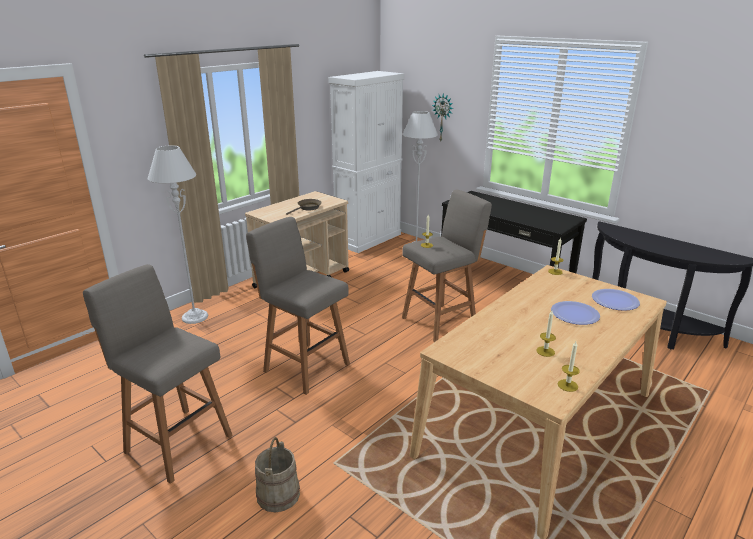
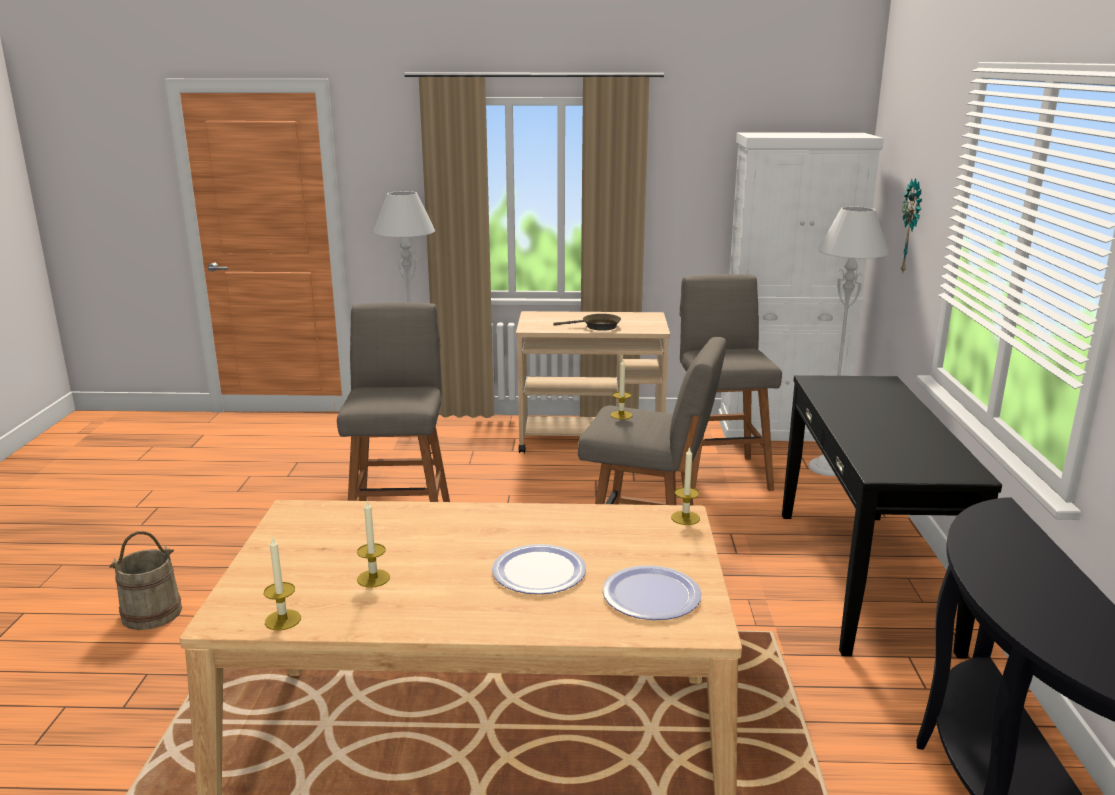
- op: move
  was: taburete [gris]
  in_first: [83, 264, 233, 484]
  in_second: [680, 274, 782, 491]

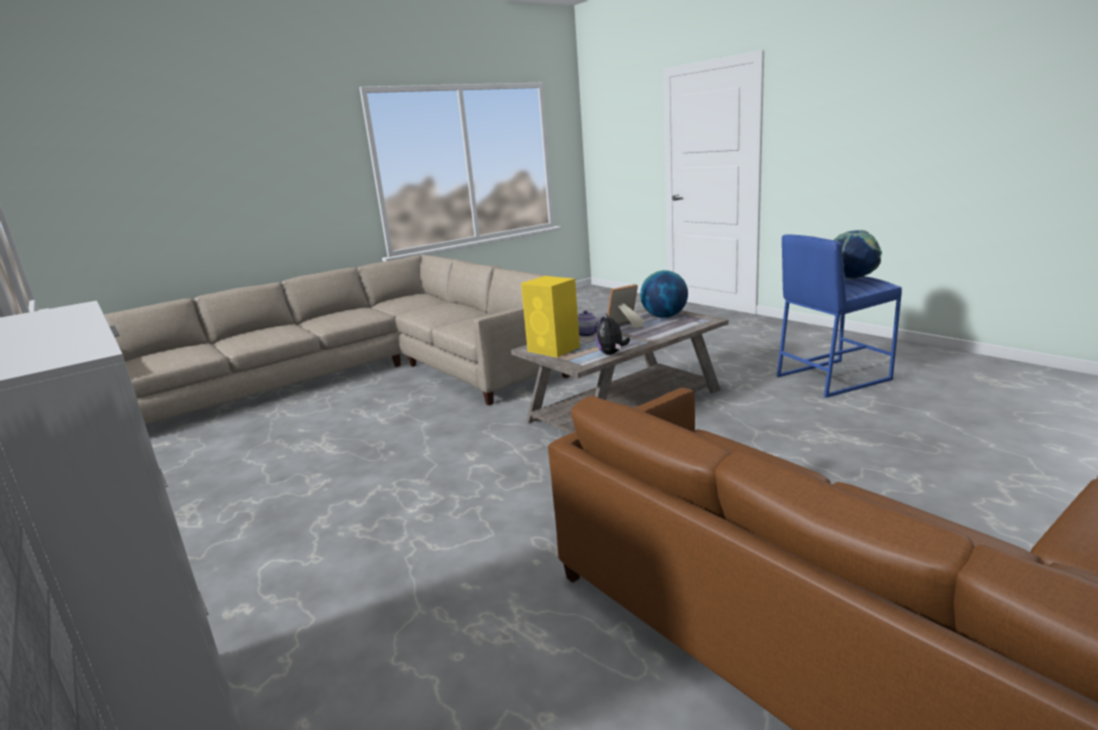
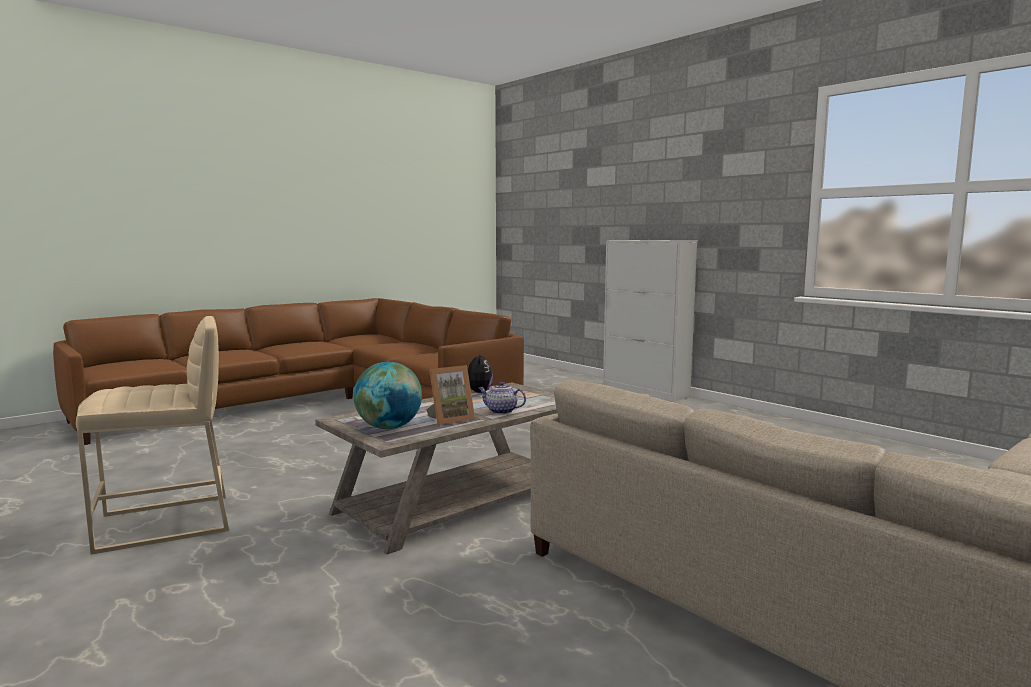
- op: delete
  was: altavoz [amarillo]
  in_first: [521, 276, 580, 357]
- op: recolor
  was: taburete [azul]
  now: taburete [beis]
  in_first: [777, 234, 902, 398]
  in_second: [76, 316, 229, 554]
- op: delete
  was: globo terráqueo
  in_first: [834, 230, 882, 279]

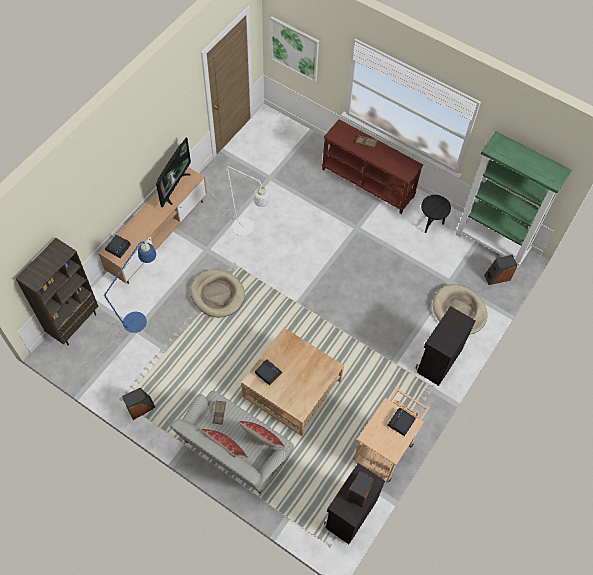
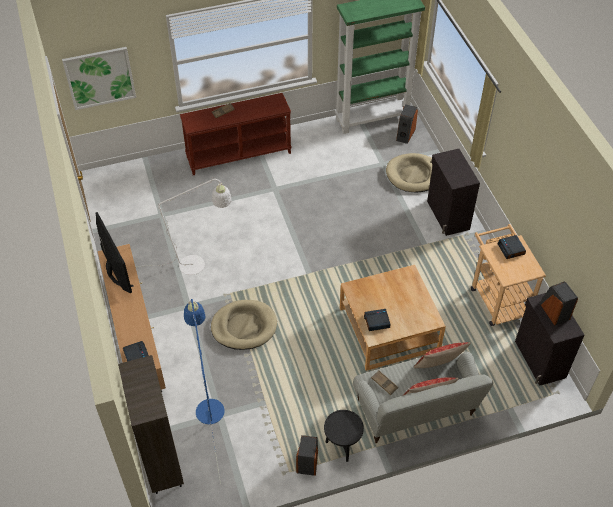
- op: move
  was: mesa auxiliar [negro]
  in_first: [421, 195, 451, 233]
  in_second: [324, 410, 364, 462]

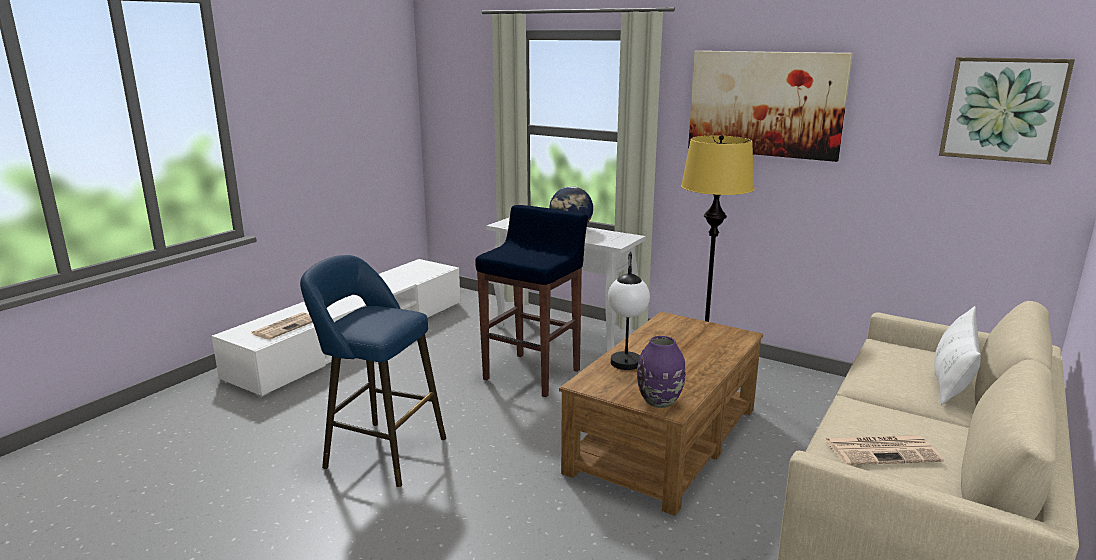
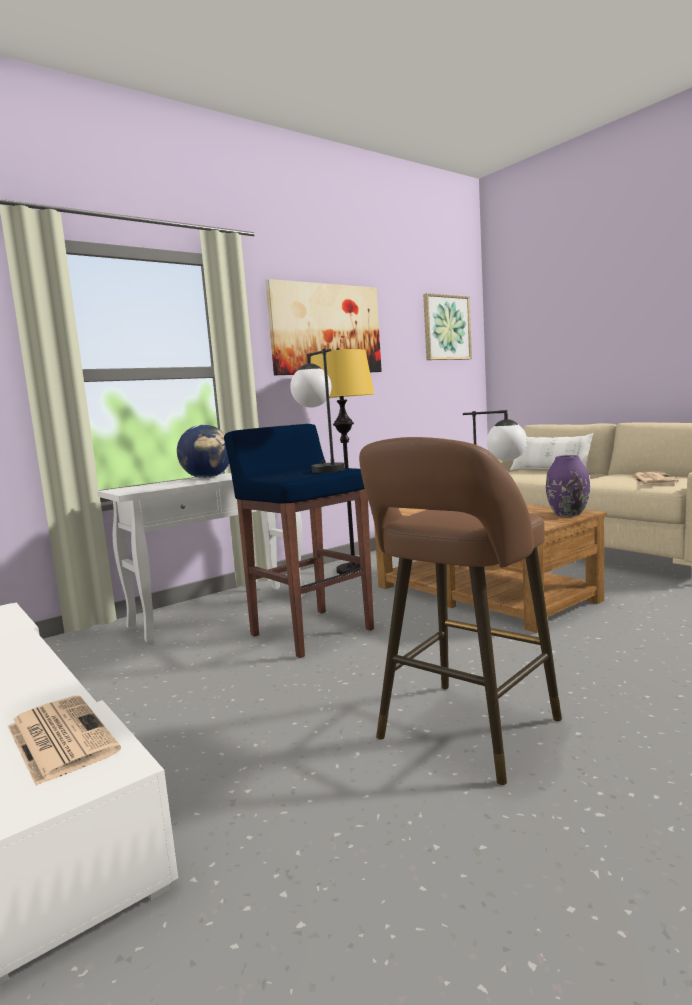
- op: recolor
  was: taburete [azul]
  now: taburete [marrón]
  in_first: [300, 255, 446, 487]
  in_second: [359, 437, 562, 785]
- op: insert
  now: lámpara de mesa
  in_second: [290, 349, 345, 473]

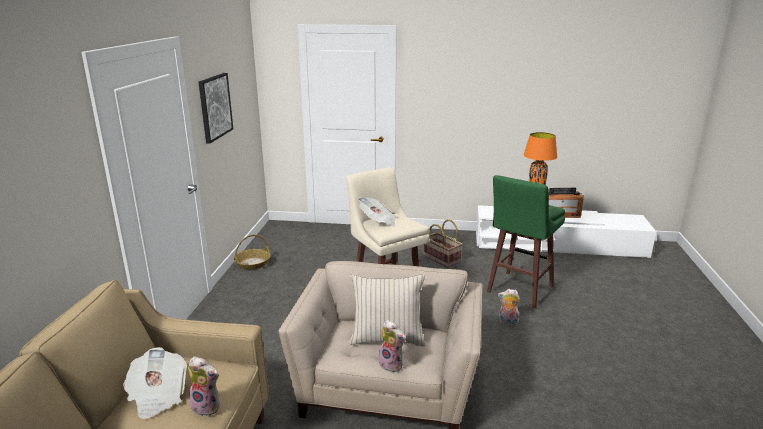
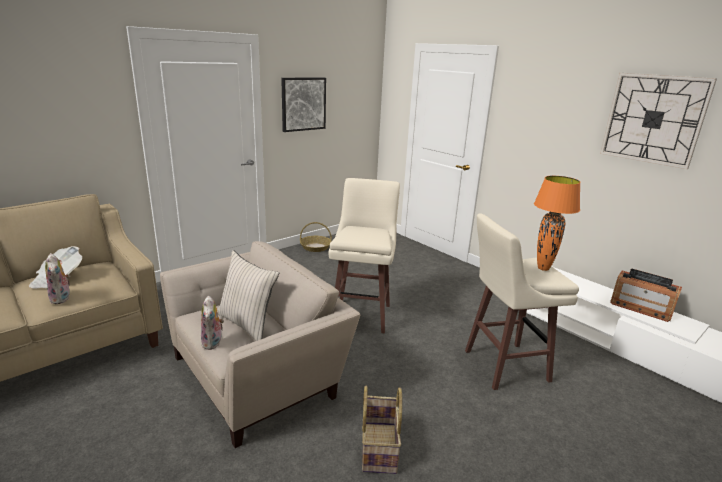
- op: delete
  was: periódico
  in_first: [358, 197, 396, 227]
- op: move
  was: cesta
  in_first: [423, 219, 463, 268]
  in_second: [362, 386, 402, 474]
- op: recolor
  was: taburete [verde]
  now: taburete [beis]
  in_first: [487, 175, 565, 308]
  in_second: [465, 213, 579, 390]
- op: delete
  was: peluche
  in_first: [498, 289, 520, 325]
- op: insert
  now: reloj de pared
  in_second: [600, 73, 717, 169]

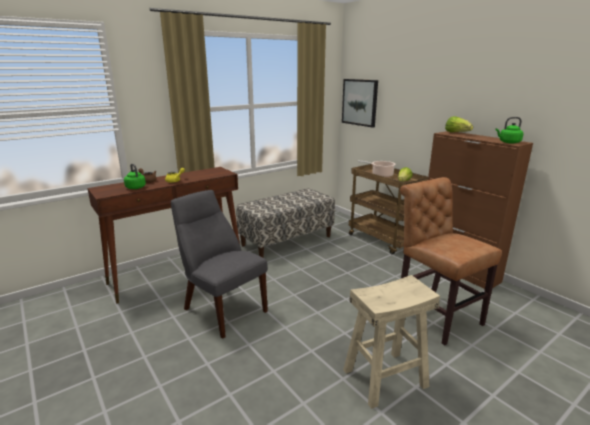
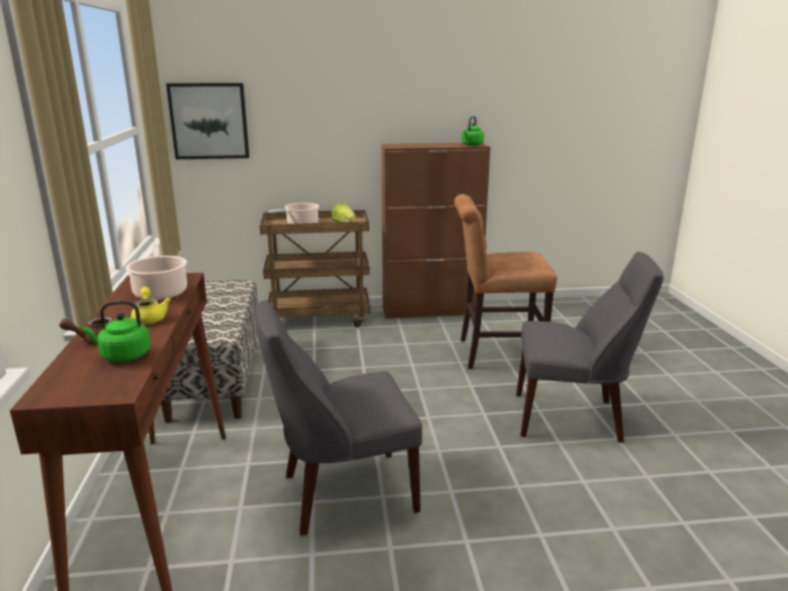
- op: replace
  was: taburete [beis]
  now: silla [gris]
  in_first: [343, 275, 440, 409]
  in_second: [516, 252, 664, 443]
- op: delete
  was: lechuga
  in_first: [445, 116, 473, 132]
- op: insert
  now: olla
  in_second: [125, 244, 187, 300]

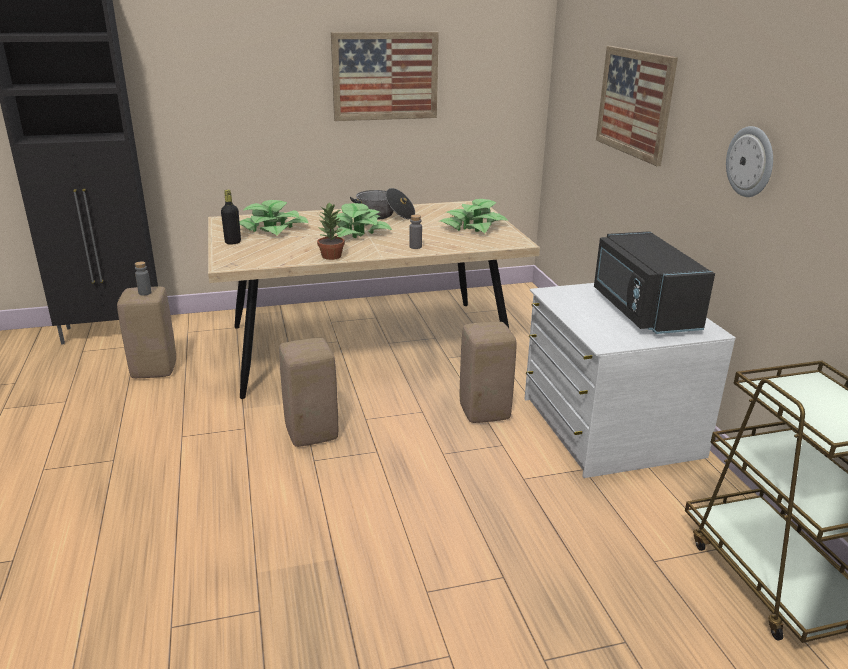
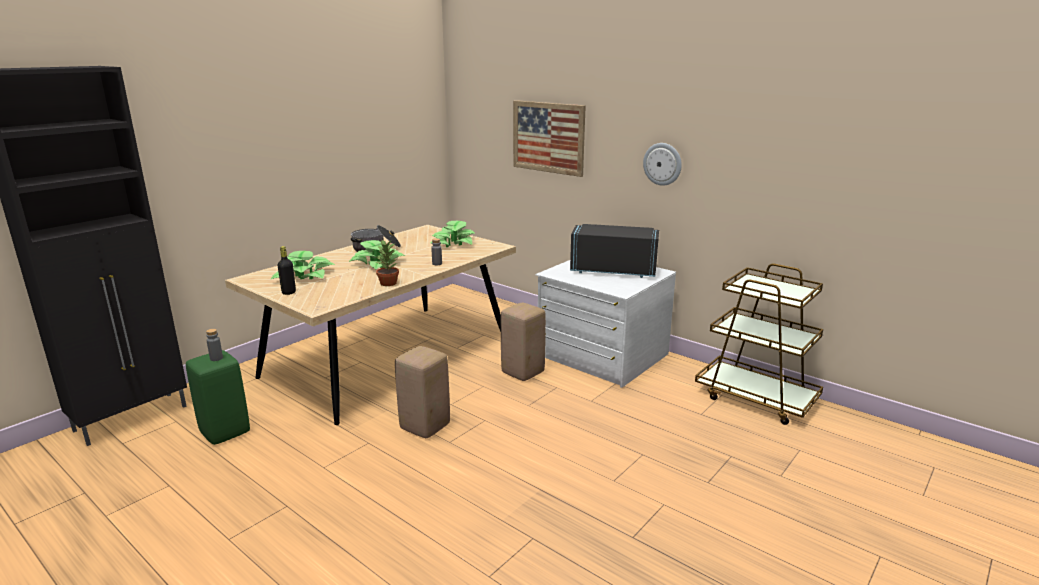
- op: recolor
  was: taburete [beis]
  now: taburete [verde]
  in_first: [117, 287, 176, 378]
  in_second: [186, 350, 250, 445]
- op: delete
  was: cuadro
  in_first: [331, 32, 439, 121]
- op: rotate
  was: microondas [negro]
  in_first: [594, 231, 715, 334]
  in_second: [570, 224, 659, 278]
  clockwise: 150

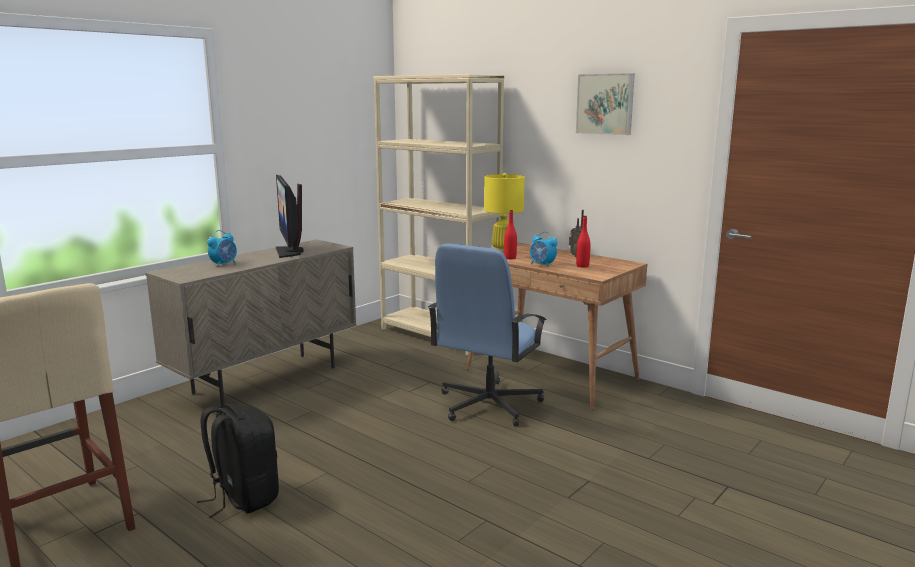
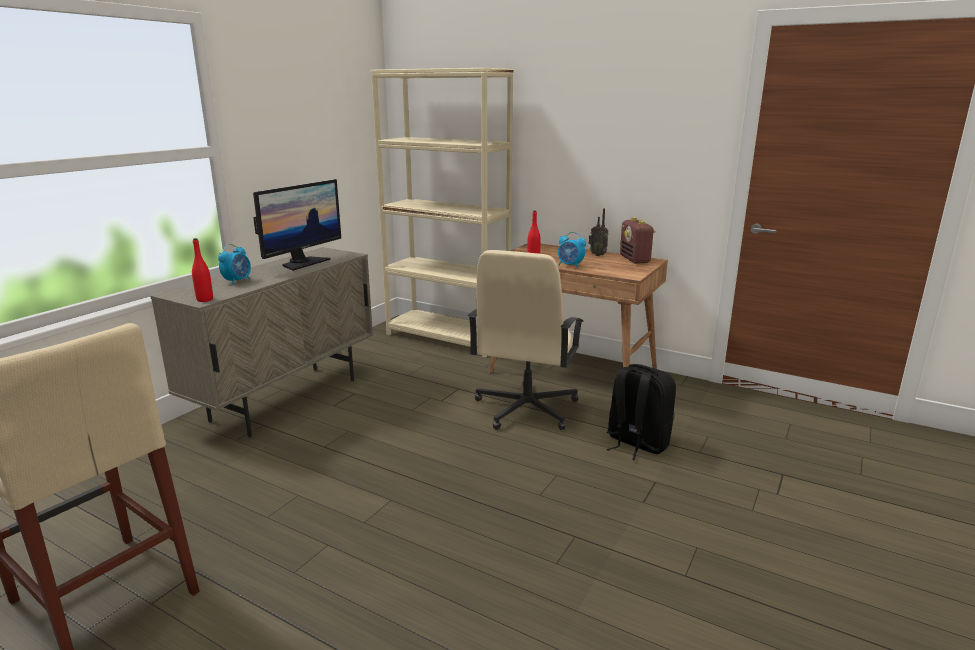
- op: move
  was: mochila [negro]
  in_first: [197, 404, 279, 518]
  in_second: [607, 364, 676, 461]
- op: rotate
  was: monitor
  in_first: [276, 175, 303, 258]
  in_second: [253, 179, 341, 271]
  clockwise: -120
- op: recolor
  was: silla de oficina [azul]
  now: silla de oficina [beis]
  in_first: [428, 243, 547, 426]
  in_second: [468, 250, 584, 430]
- op: delete
  was: lámpara de mesa [amarillo]
  in_first: [484, 173, 525, 253]
- op: delete
  was: cuadro
  in_first: [576, 73, 635, 135]
- op: move
  was: botella [rojo]
  in_first: [576, 216, 591, 268]
  in_second: [192, 238, 213, 302]
- op: insert
  now: radio
  in_second: [620, 217, 656, 264]

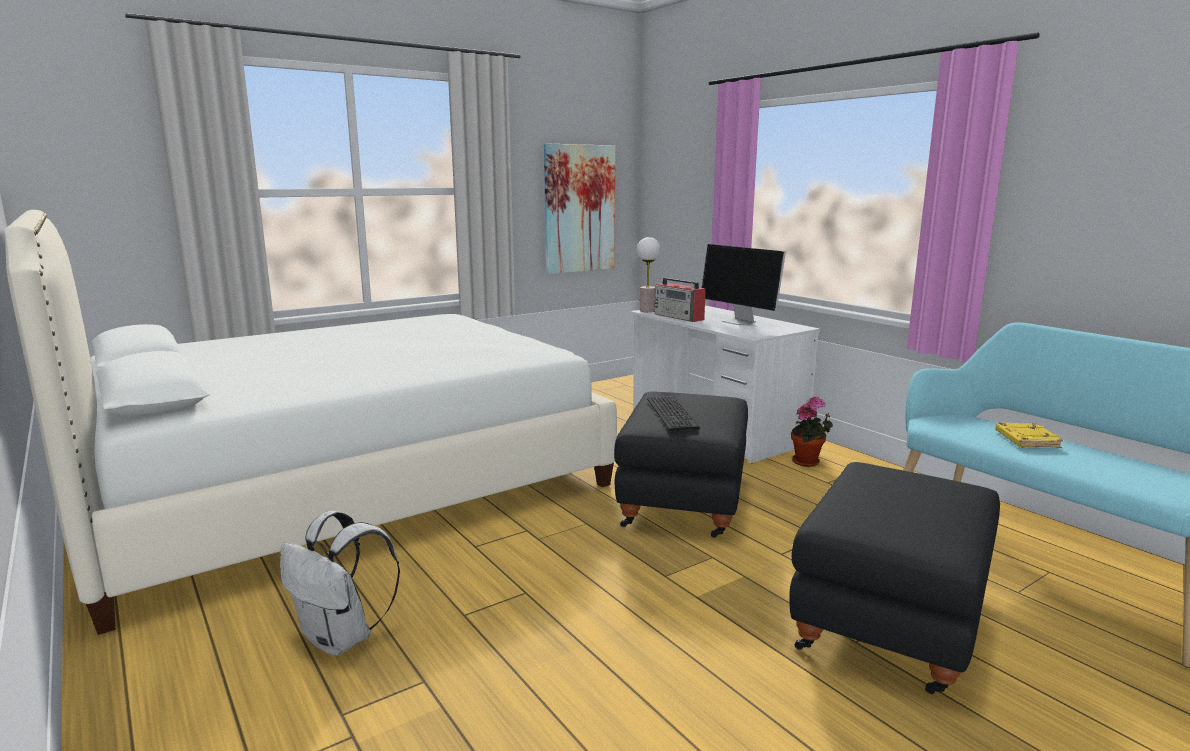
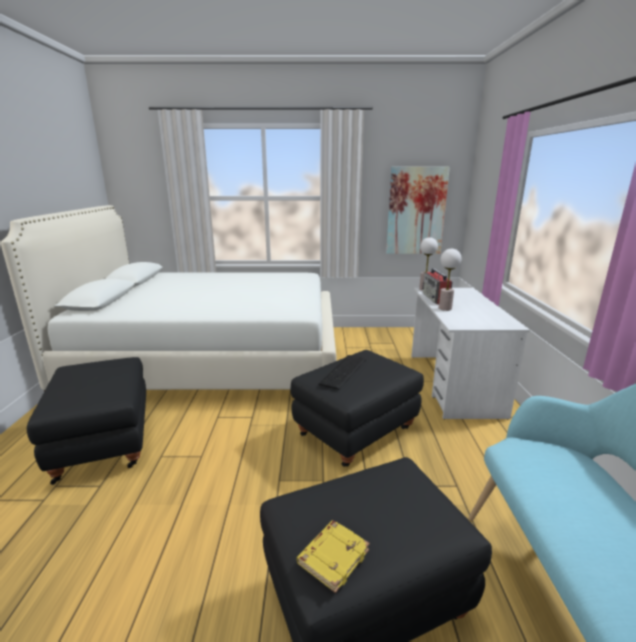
- op: replace
  was: mochila [blanco]
  now: puf [negro]
  in_first: [280, 511, 400, 656]
  in_second: [27, 357, 146, 485]
- op: delete
  was: monitor
  in_first: [702, 244, 786, 325]
- op: delete
  was: planta en maceta
  in_first: [791, 397, 833, 467]
- op: move
  was: libro [amarillo]
  in_first: [995, 423, 1063, 448]
  in_second: [297, 520, 370, 593]
- op: insert
  now: lámpara de mesa
  in_second: [439, 249, 462, 311]

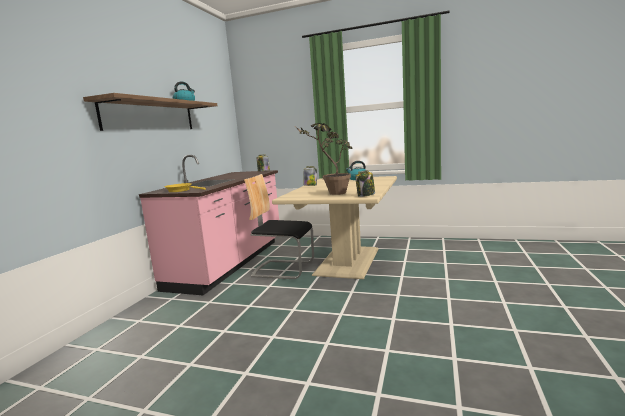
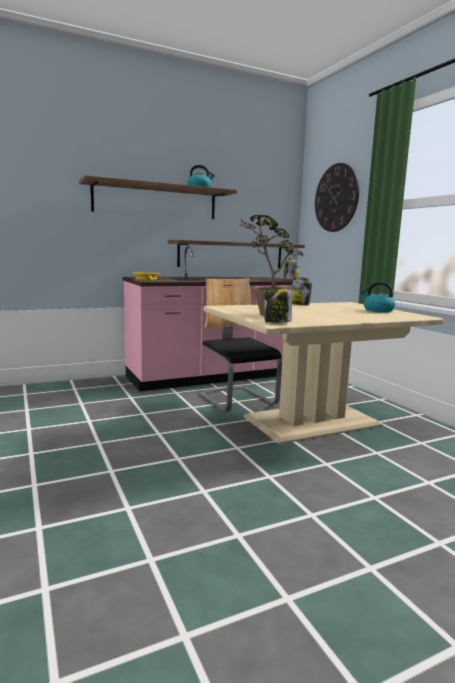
- op: insert
  now: estante
  in_second: [168, 240, 305, 268]
- op: insert
  now: reloj de pared
  in_second: [315, 163, 359, 232]

